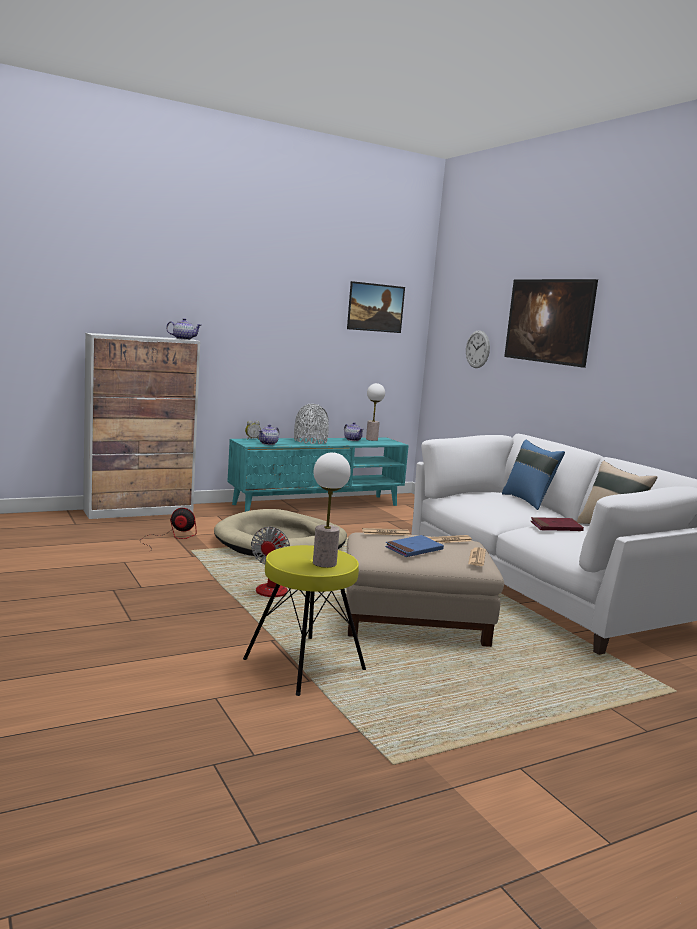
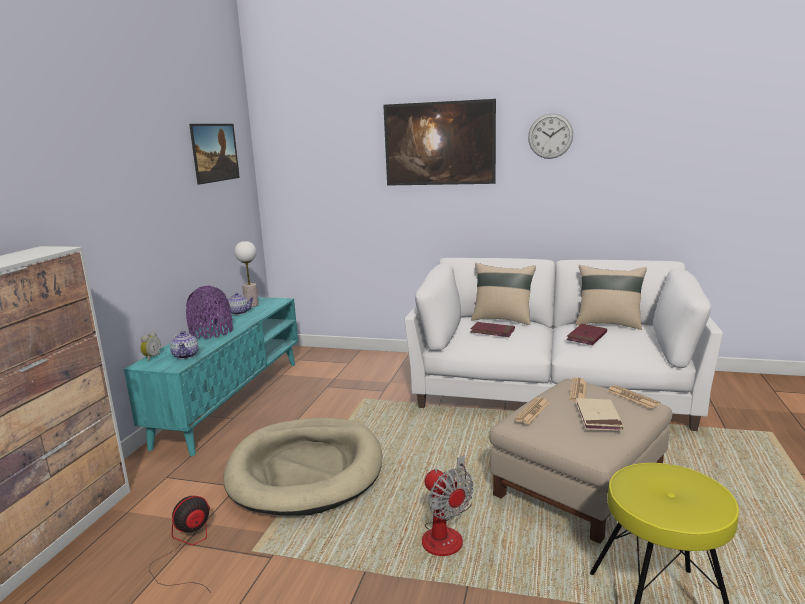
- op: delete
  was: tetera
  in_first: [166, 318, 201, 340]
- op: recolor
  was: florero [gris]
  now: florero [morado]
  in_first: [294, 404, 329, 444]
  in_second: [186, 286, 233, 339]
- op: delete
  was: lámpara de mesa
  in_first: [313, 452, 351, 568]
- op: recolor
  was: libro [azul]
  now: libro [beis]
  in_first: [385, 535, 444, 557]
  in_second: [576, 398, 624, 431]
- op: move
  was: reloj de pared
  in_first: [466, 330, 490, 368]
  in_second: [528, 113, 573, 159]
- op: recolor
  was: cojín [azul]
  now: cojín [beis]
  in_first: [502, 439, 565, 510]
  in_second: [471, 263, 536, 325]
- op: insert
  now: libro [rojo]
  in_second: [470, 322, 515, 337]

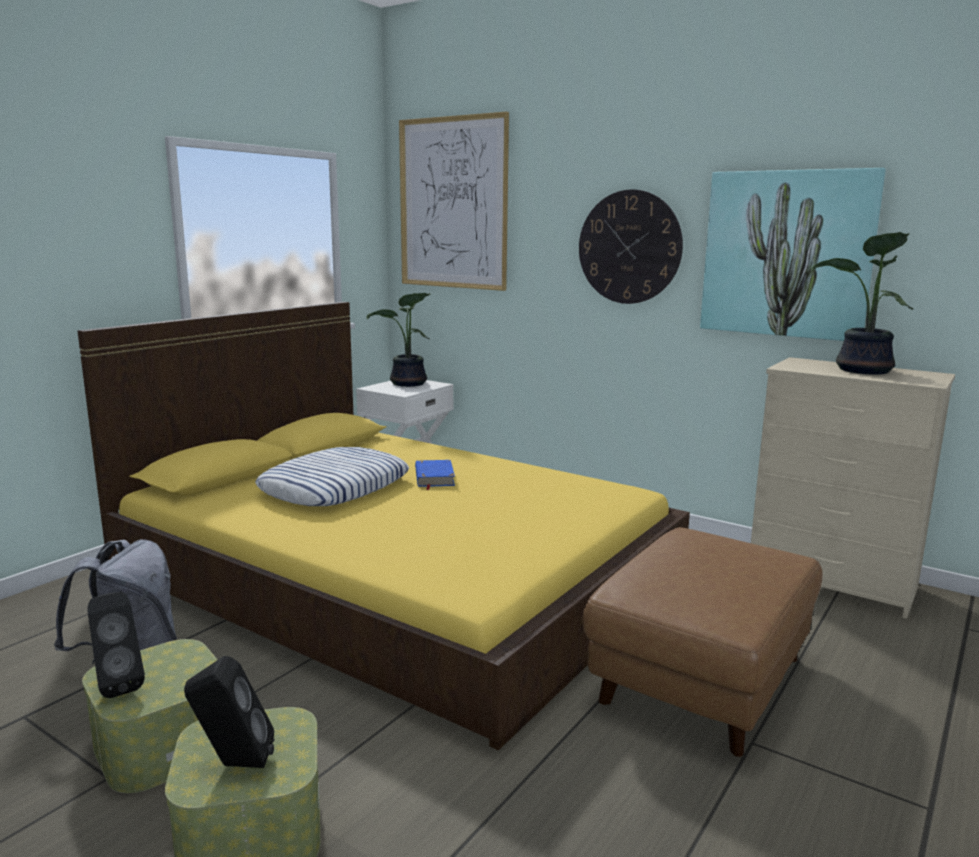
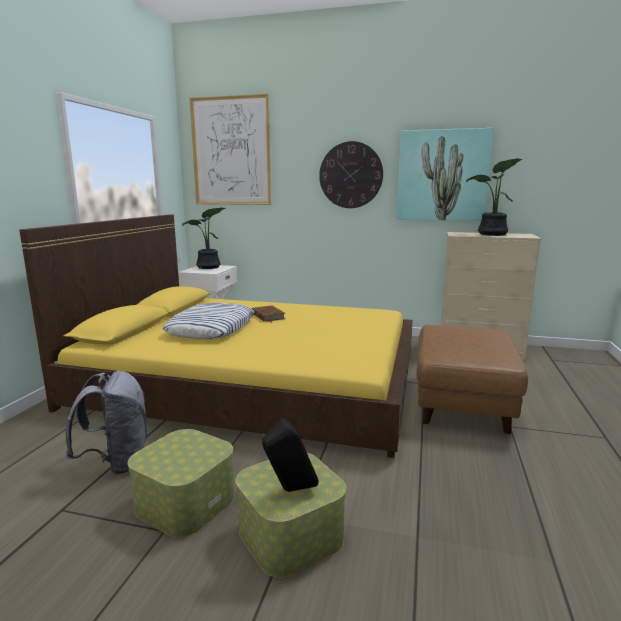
- op: delete
  was: altavoz [negro]
  in_first: [87, 592, 145, 698]
- op: recolor
  was: libro [azul]
  now: libro [marrón]
  in_first: [415, 460, 455, 490]
  in_second: [252, 305, 285, 323]

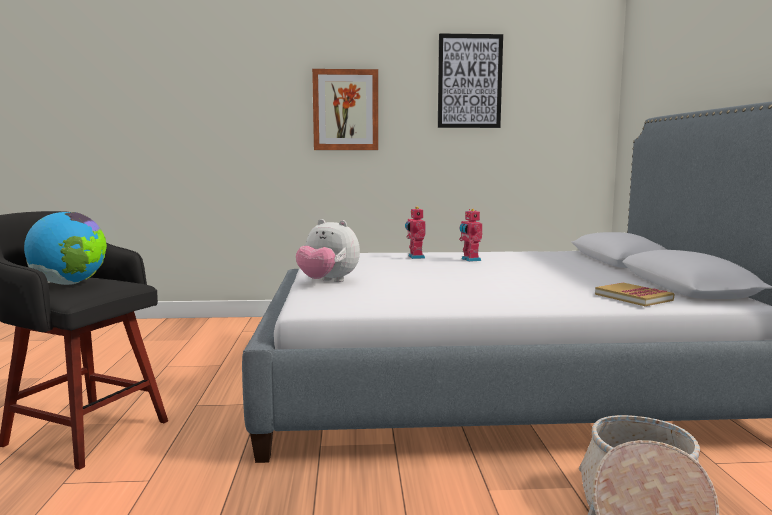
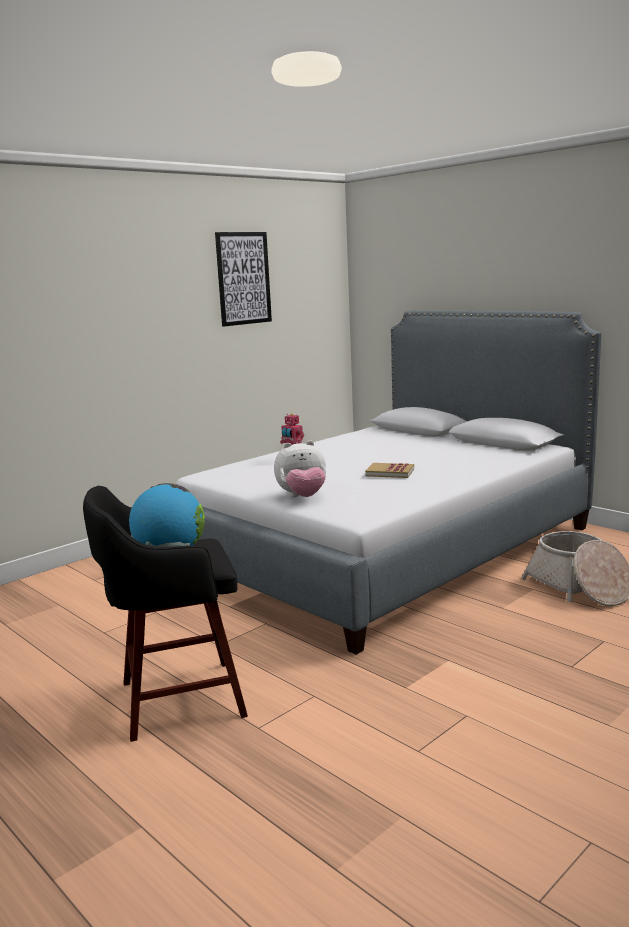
- op: delete
  was: cuadro
  in_first: [312, 69, 378, 150]
- op: delete
  was: robot de juguete
  in_first: [459, 209, 482, 262]
- op: move
  was: libro
  in_first: [595, 283, 674, 306]
  in_second: [365, 463, 414, 478]

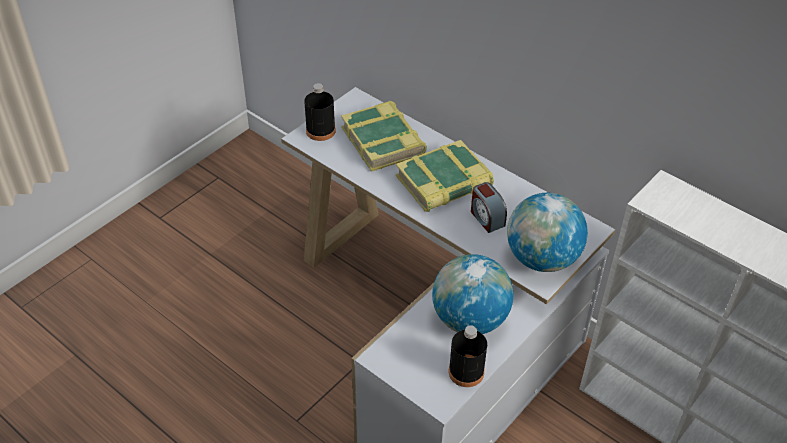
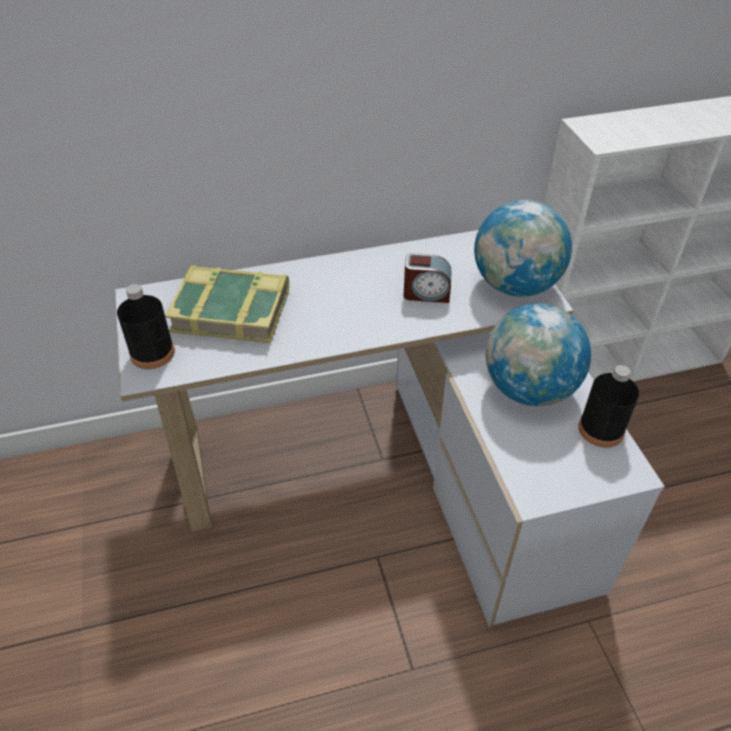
- op: delete
  was: libro
  in_first: [396, 140, 494, 212]

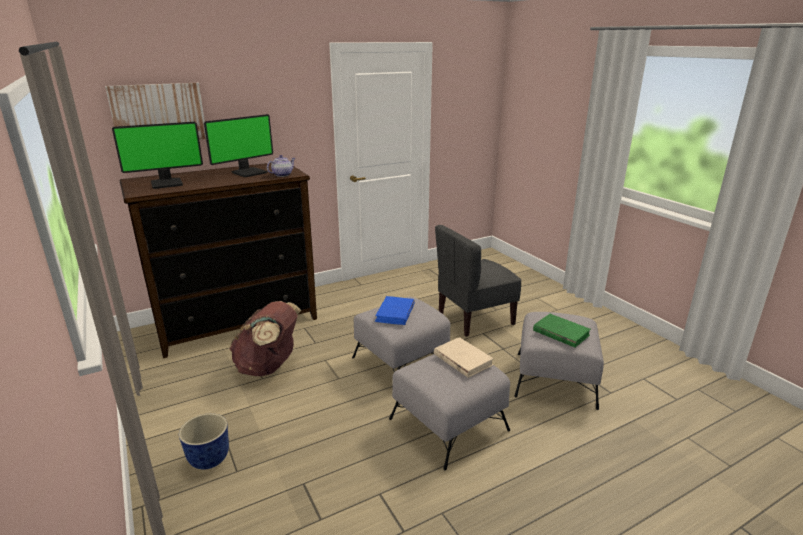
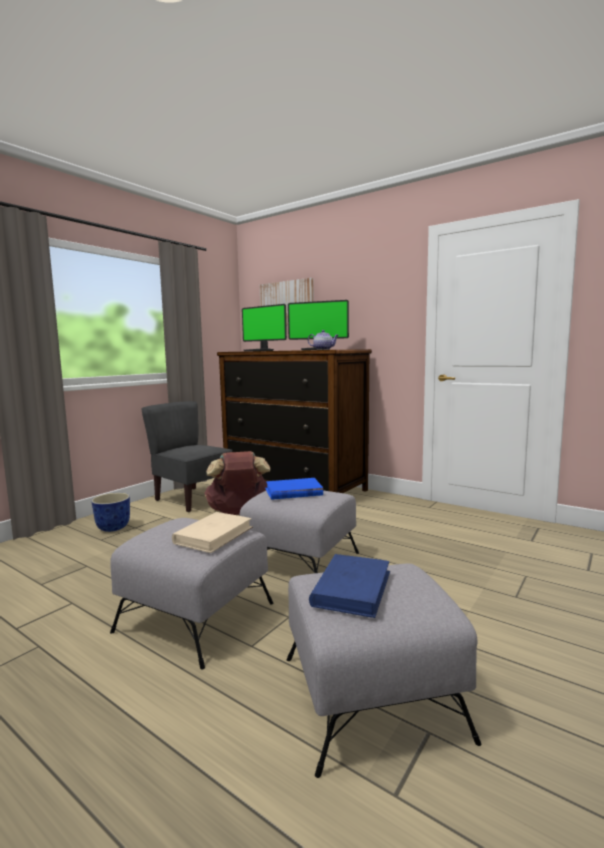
- op: move
  was: silla [gris]
  in_first: [435, 225, 522, 337]
  in_second: [141, 401, 232, 512]
- op: recolor
  was: libro [verde]
  now: libro [azul]
  in_first: [533, 314, 591, 347]
  in_second: [309, 554, 390, 618]

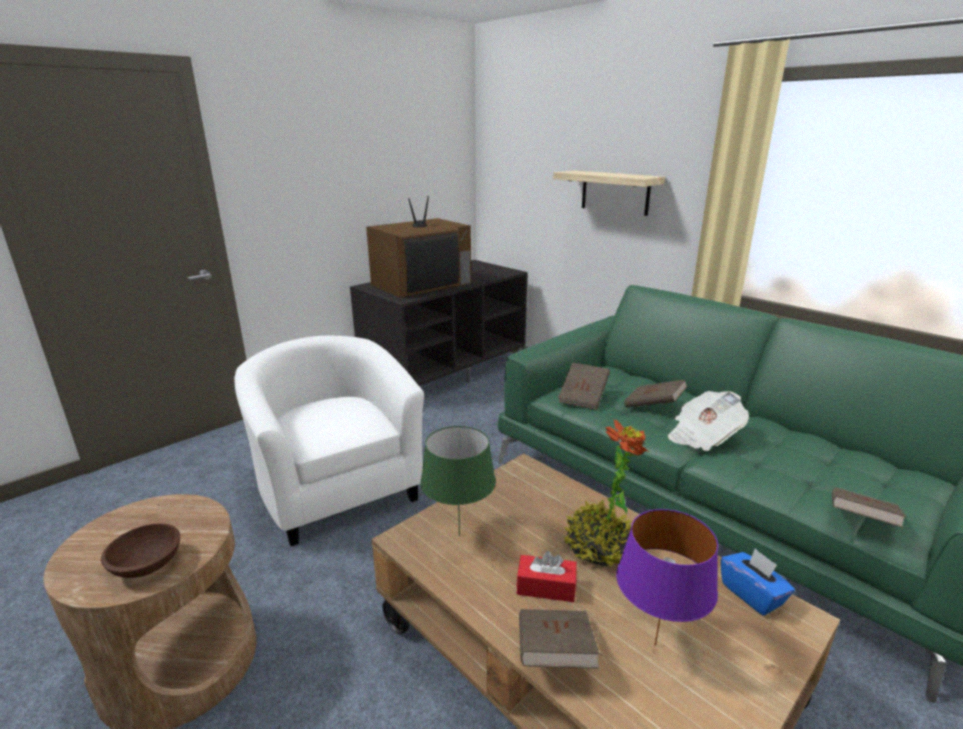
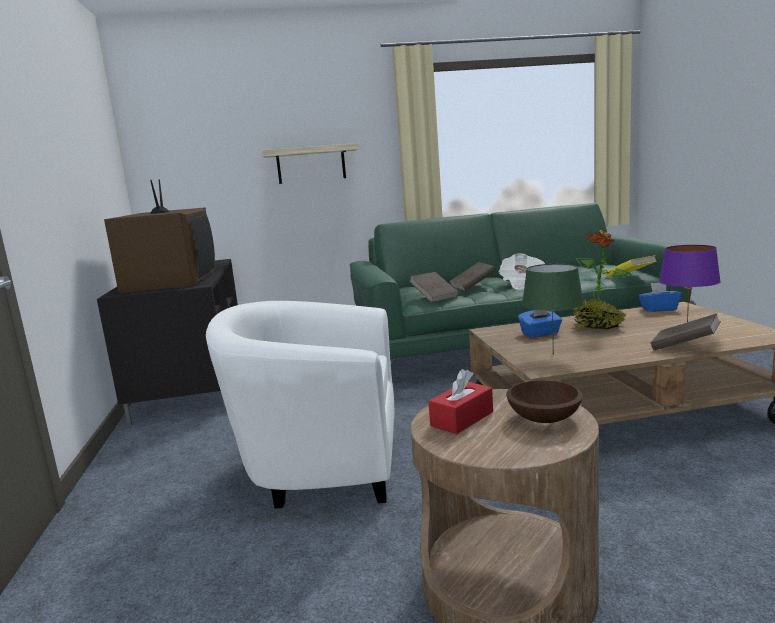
- op: move
  was: caja de pañuelos [rojo]
  in_first: [517, 551, 577, 602]
  in_second: [428, 369, 493, 434]
- op: recolor
  was: libro [marrón]
  now: libro [amarillo]
  in_first: [832, 487, 906, 528]
  in_second: [605, 255, 657, 277]
- op: insert
  now: caja de pañuelos [azul]
  in_second: [518, 310, 562, 338]

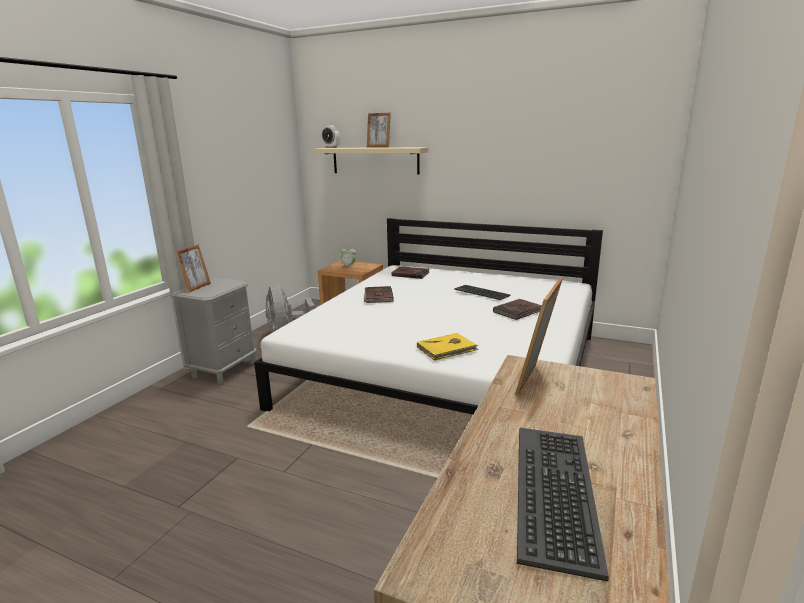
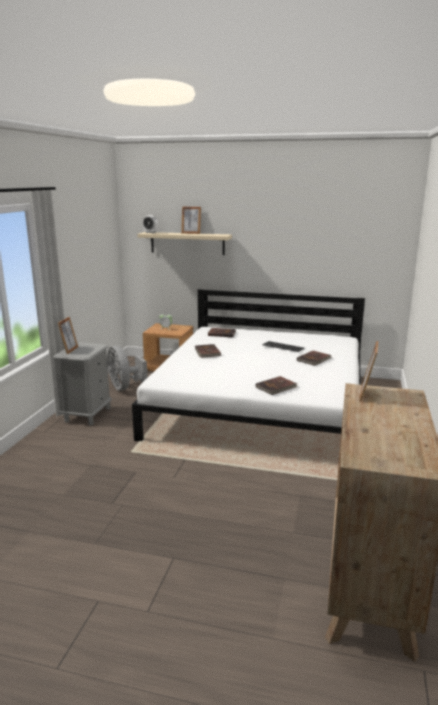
- op: recolor
  was: libro [amarillo]
  now: libro [marrón]
  in_first: [417, 333, 479, 361]
  in_second: [256, 376, 298, 395]
- op: delete
  was: teclado
  in_first: [517, 428, 609, 581]

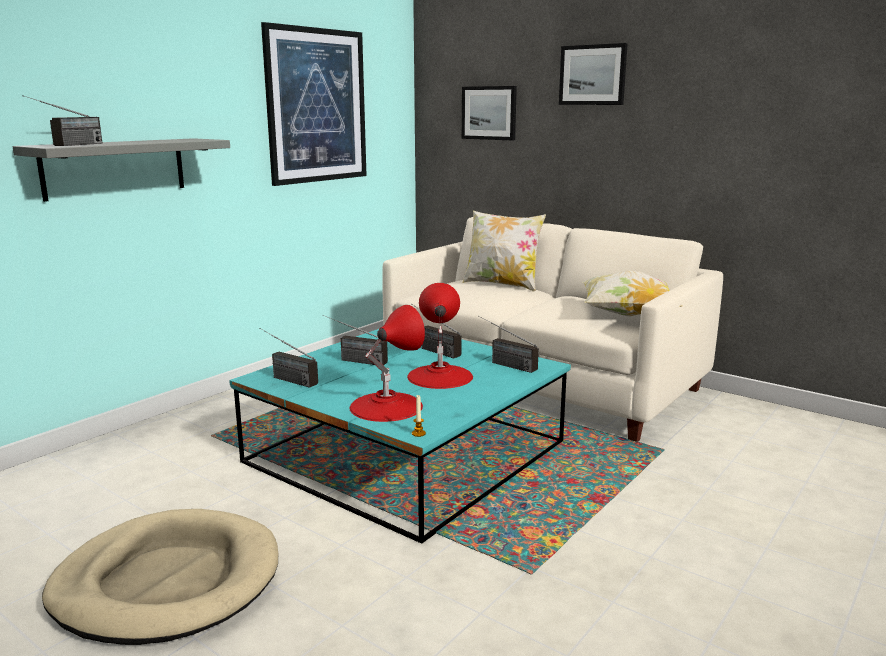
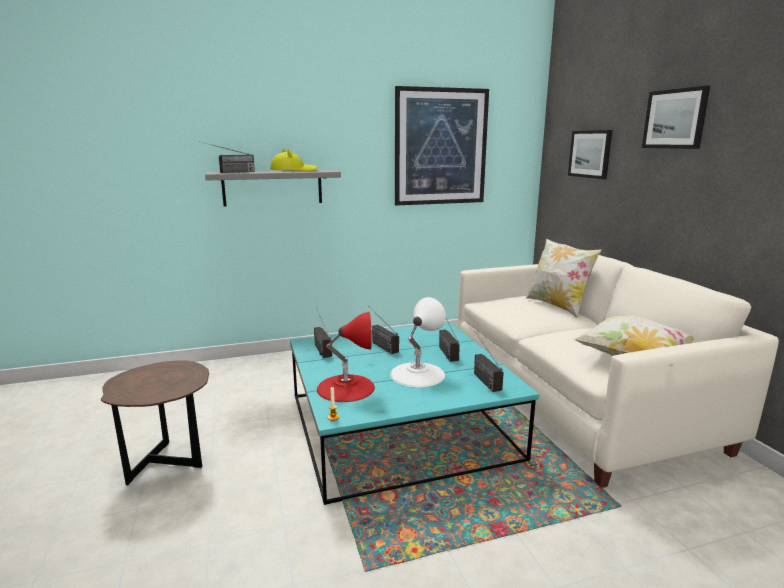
- op: replace
  was: cama para perro [beis]
  now: mesa auxiliar [marrón]
  in_first: [42, 509, 278, 645]
  in_second: [101, 360, 209, 485]
- op: recolor
  was: lámpara de mesa [rojo]
  now: lámpara de mesa [blanco]
  in_first: [407, 283, 473, 389]
  in_second: [390, 297, 446, 387]
- op: insert
  now: sombrero [amarillo]
  in_second: [270, 149, 318, 171]

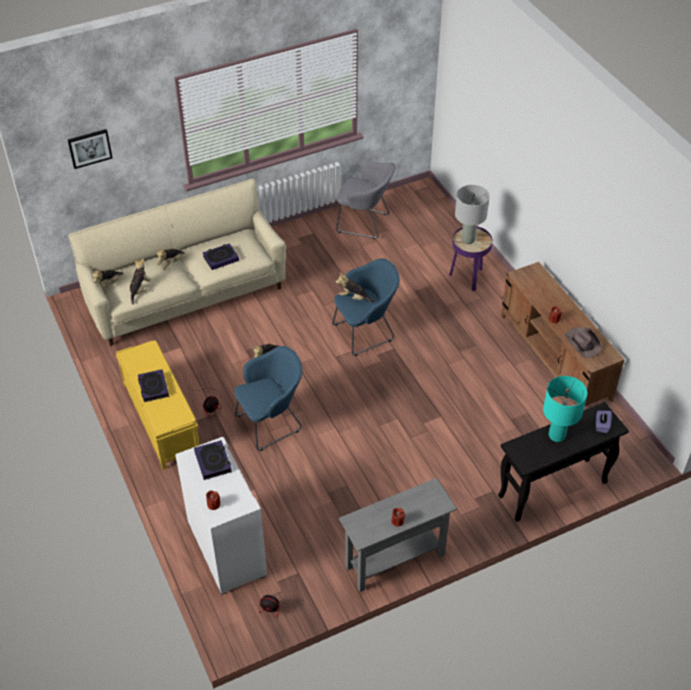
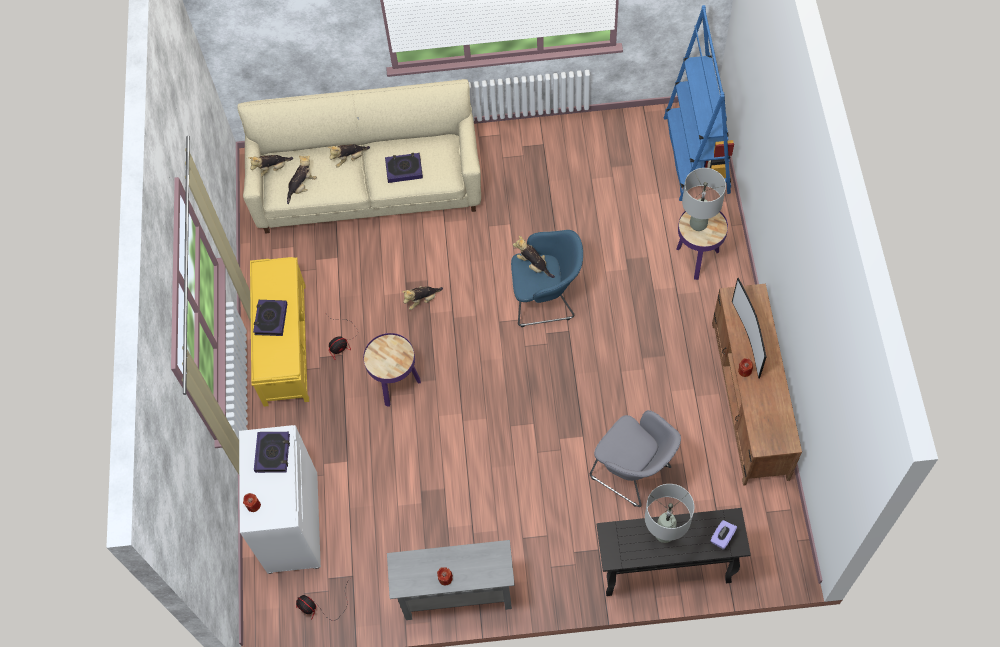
- op: delete
  was: cuadro
  in_first: [68, 129, 113, 169]
- op: replace
  was: sillón [azul]
  now: mesa auxiliar [morado]
  in_first: [234, 346, 302, 451]
  in_second: [363, 333, 421, 407]
- op: move
  was: sillón [gris]
  in_first: [336, 162, 395, 239]
  in_second: [590, 410, 681, 507]
- op: recolor
  was: lámpara de mesa [turquesa]
  now: lámpara de mesa [gris]
  in_first: [543, 376, 588, 442]
  in_second: [645, 484, 694, 543]
- op: delete
  was: sombrero [marrón]
  in_first: [565, 327, 602, 358]
- op: insert
  now: estantería [azul]
  in_second: [664, 5, 734, 201]
- op: insert
  now: televisor
  in_second: [732, 278, 766, 379]

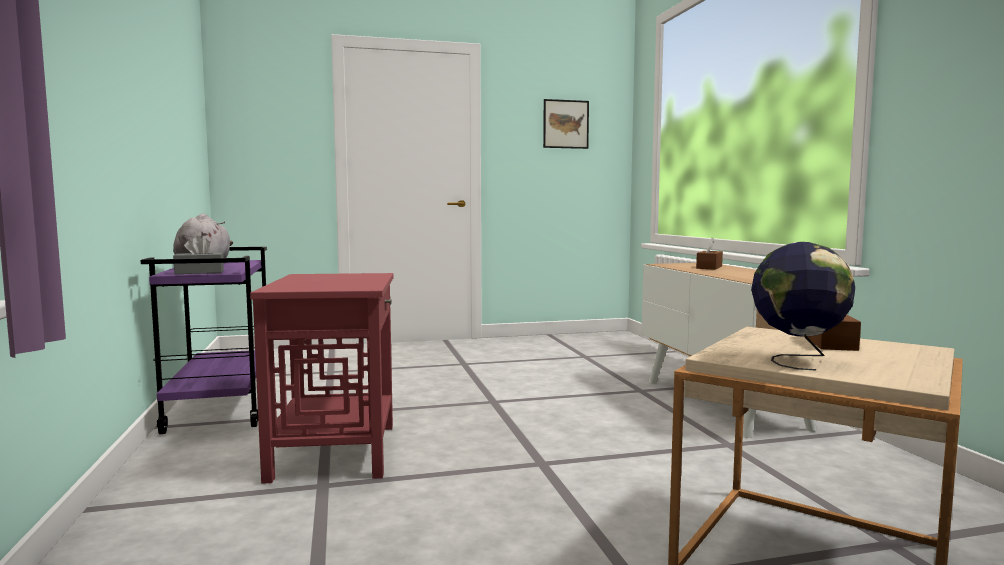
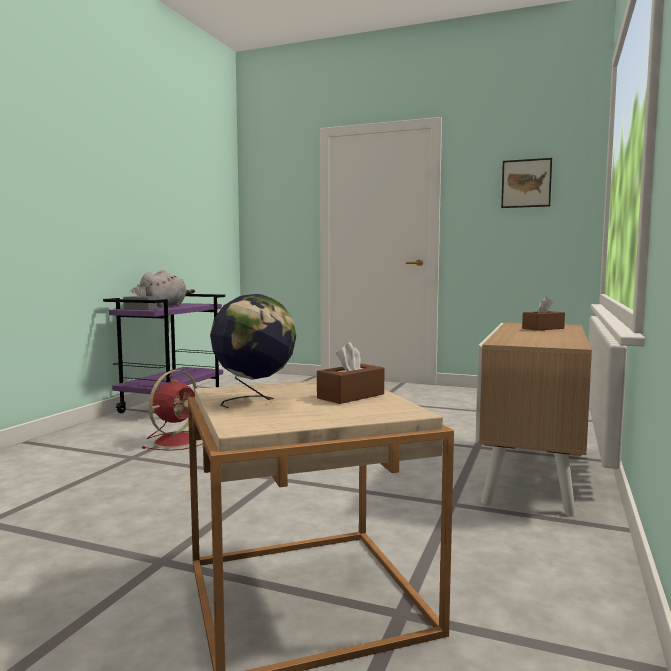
- op: replace
  was: mesa auxiliar [rojo]
  now: ventilador [rojo]
  in_first: [250, 273, 393, 484]
  in_second: [141, 370, 203, 451]

